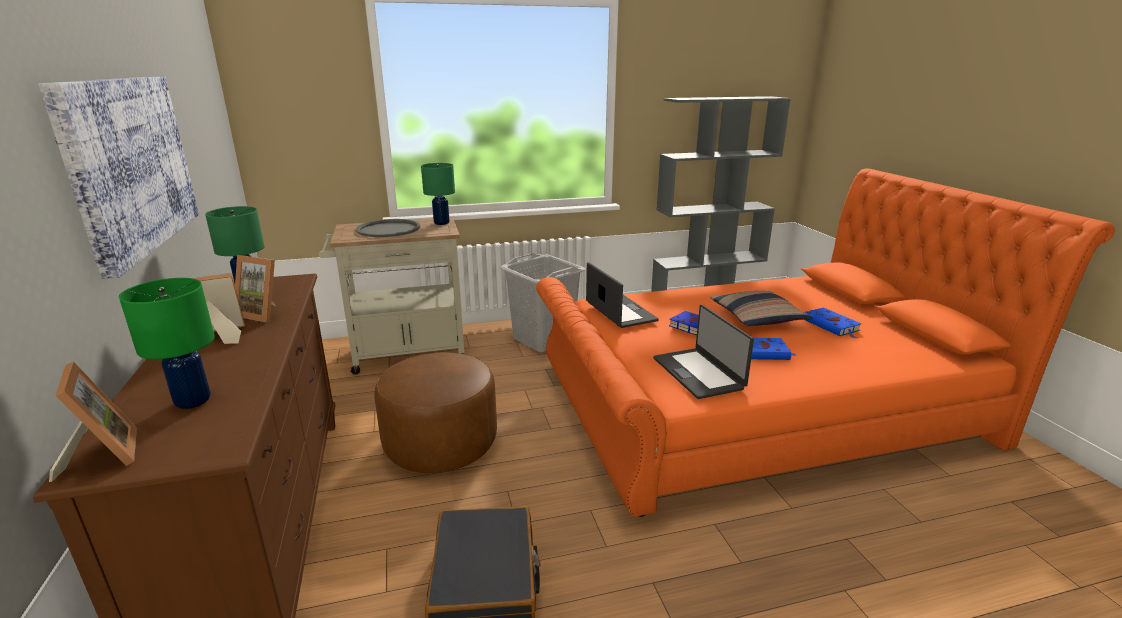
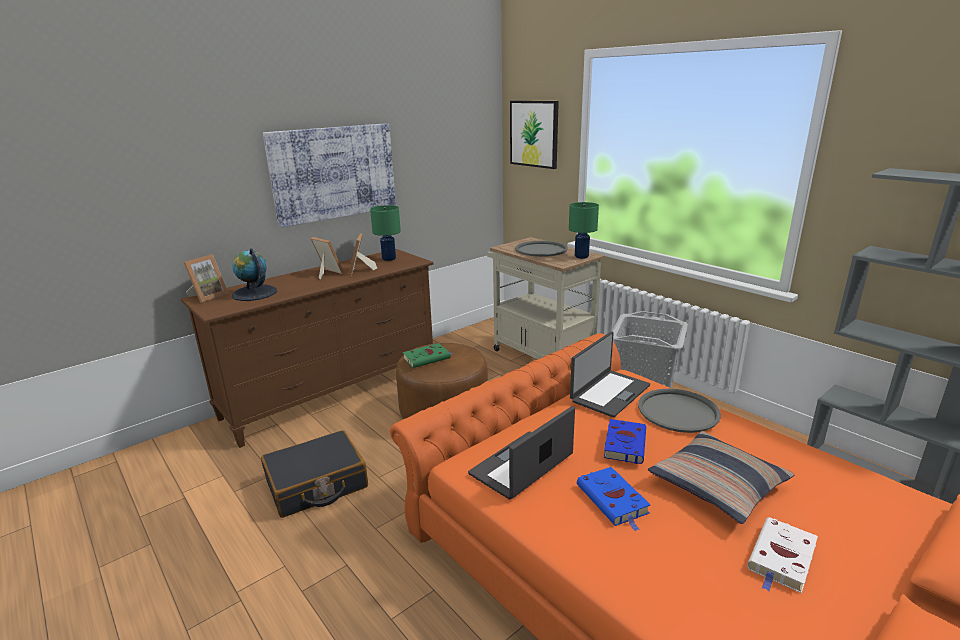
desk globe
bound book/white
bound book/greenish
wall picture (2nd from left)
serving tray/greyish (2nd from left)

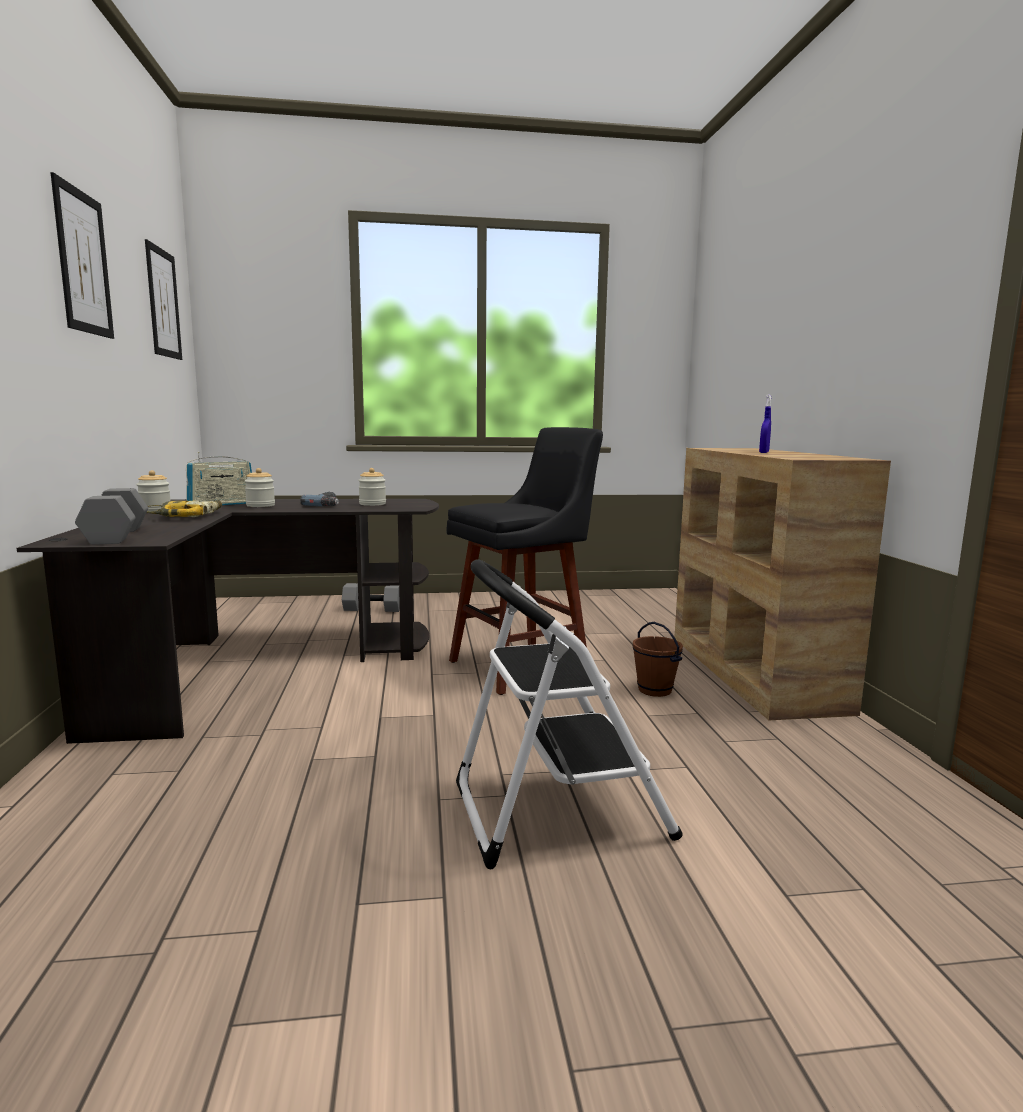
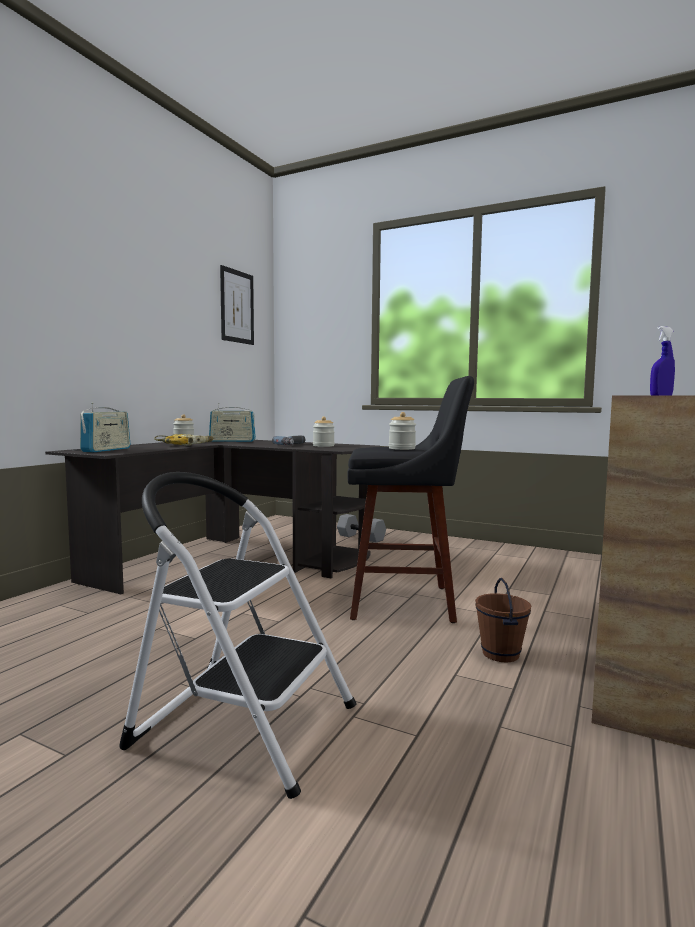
wall picture (1st from left in the first image)
radio receiver (1st from left)
jar (3rd from left)

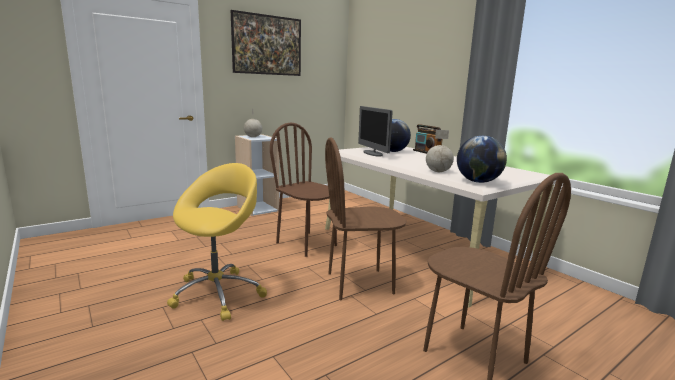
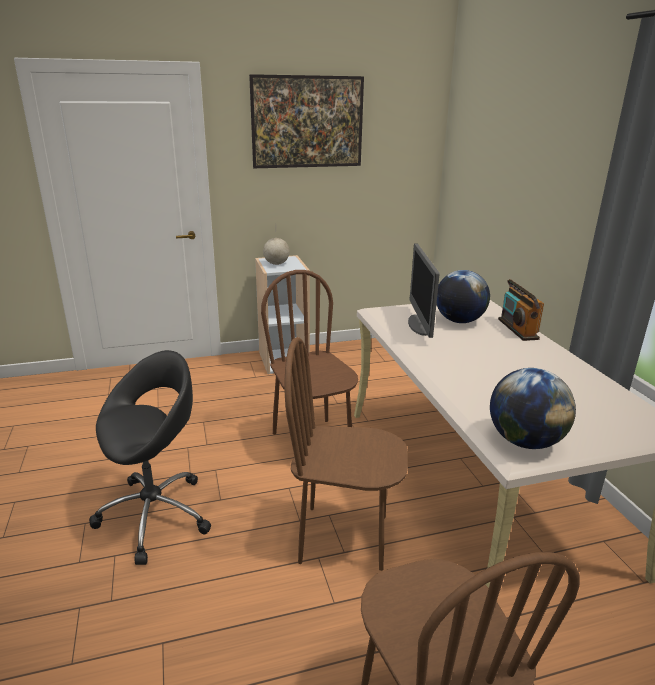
office chair/blackish
desk globe (3rd from left in the first image)

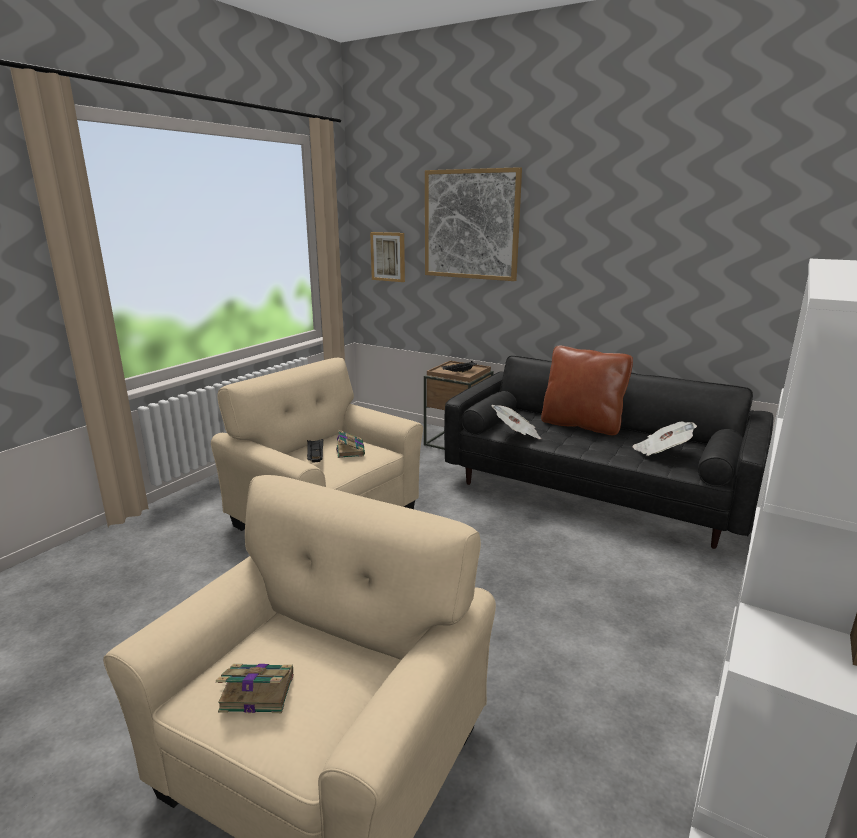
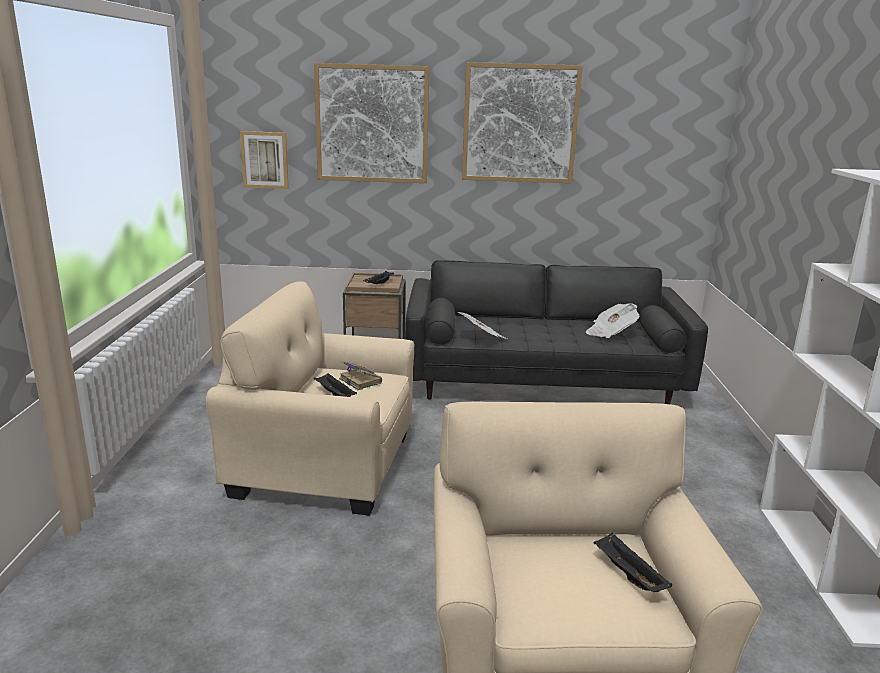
bound book (1st from left in the first image)
cushion/brown-coloured
wall picture (3rd from left)
serving tray/blackish (3rd from left)

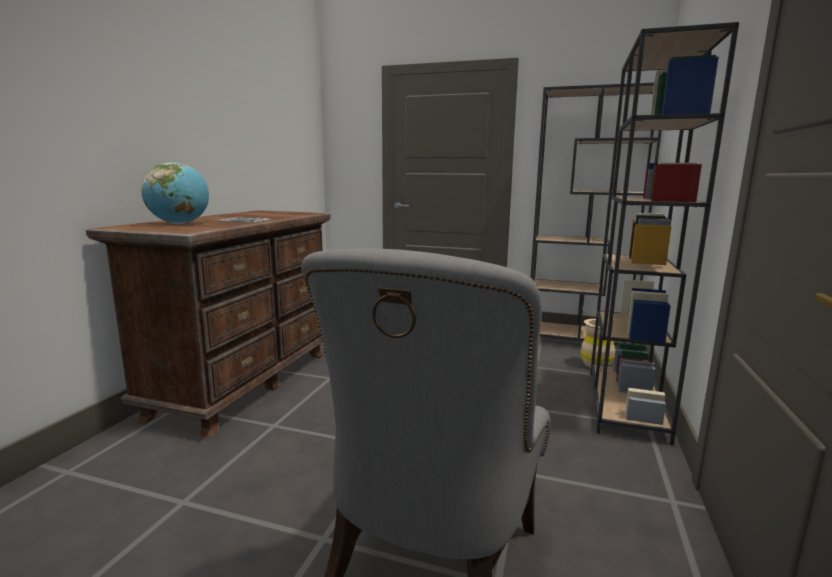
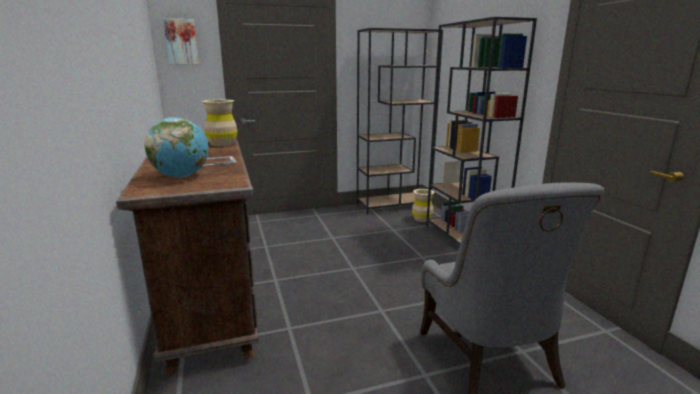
wall picture
vase/beige-coloured (1st from left)

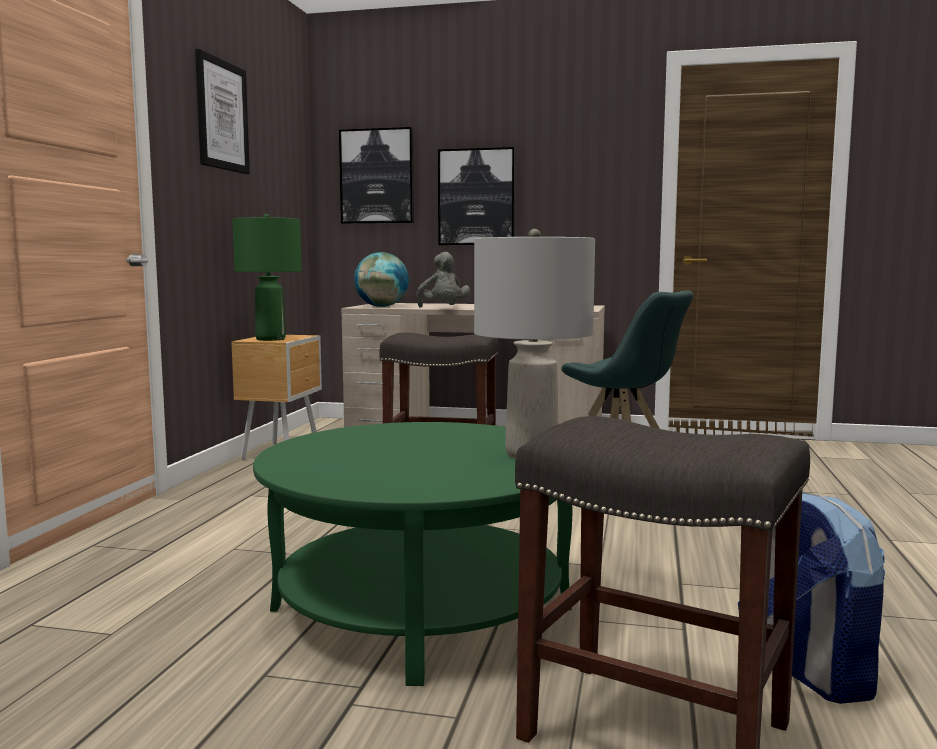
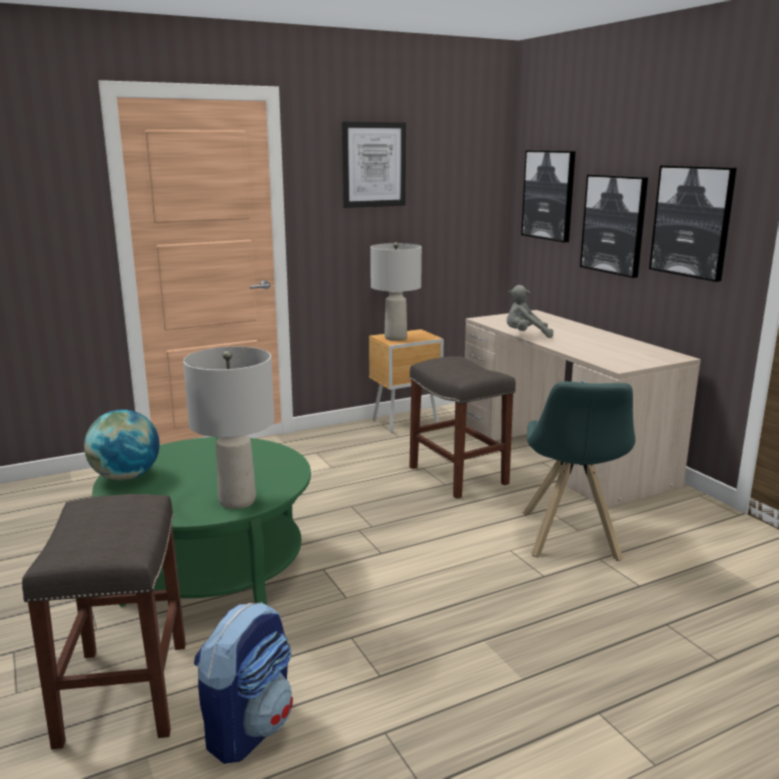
table lamp/greyish (2nd from left)
desk globe
soft toy/greyish
wall picture (4th from left)

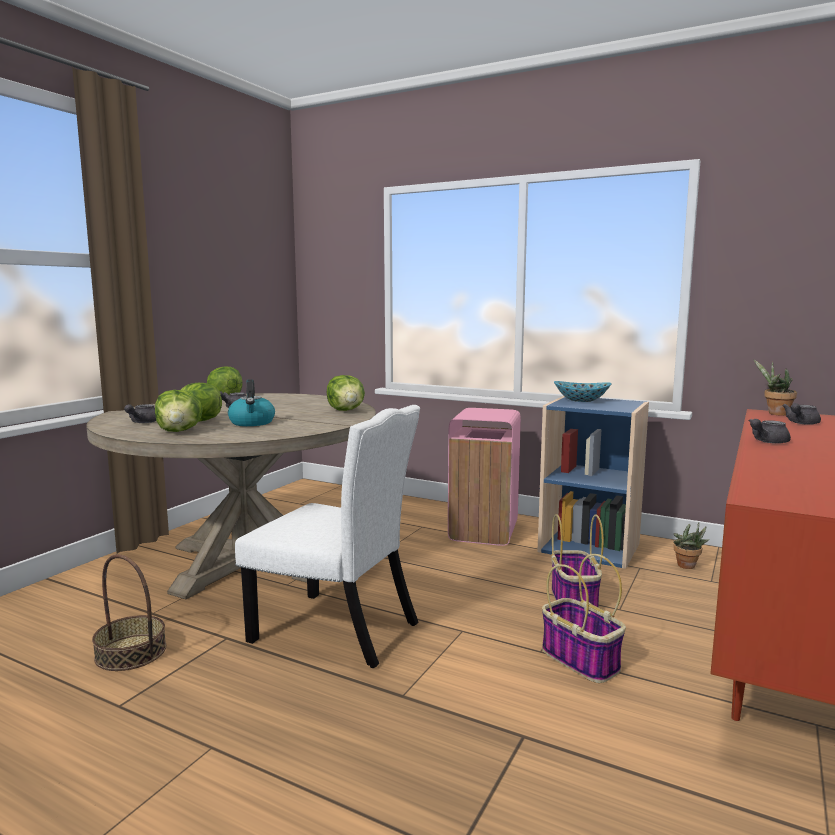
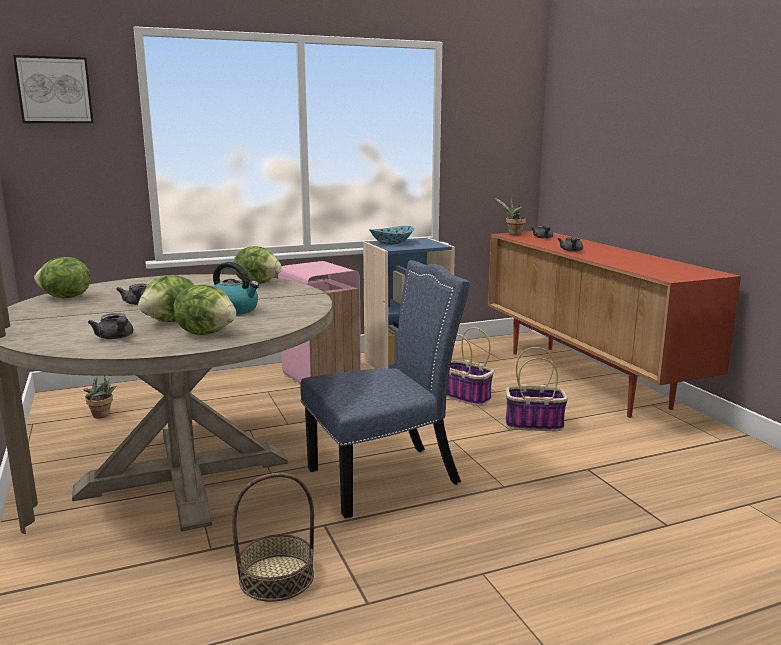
chair/blue-coloured
plant in a pot (1st from left)
wall picture

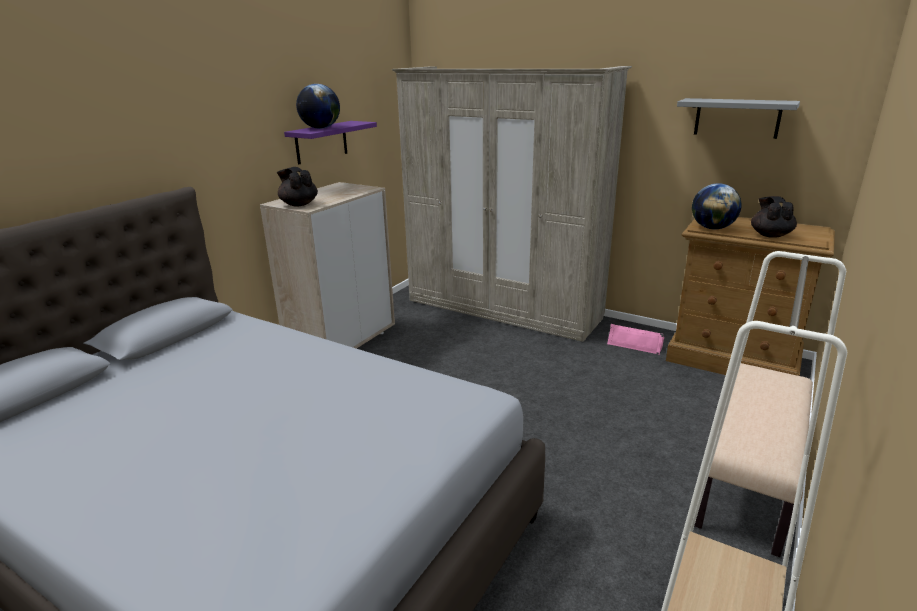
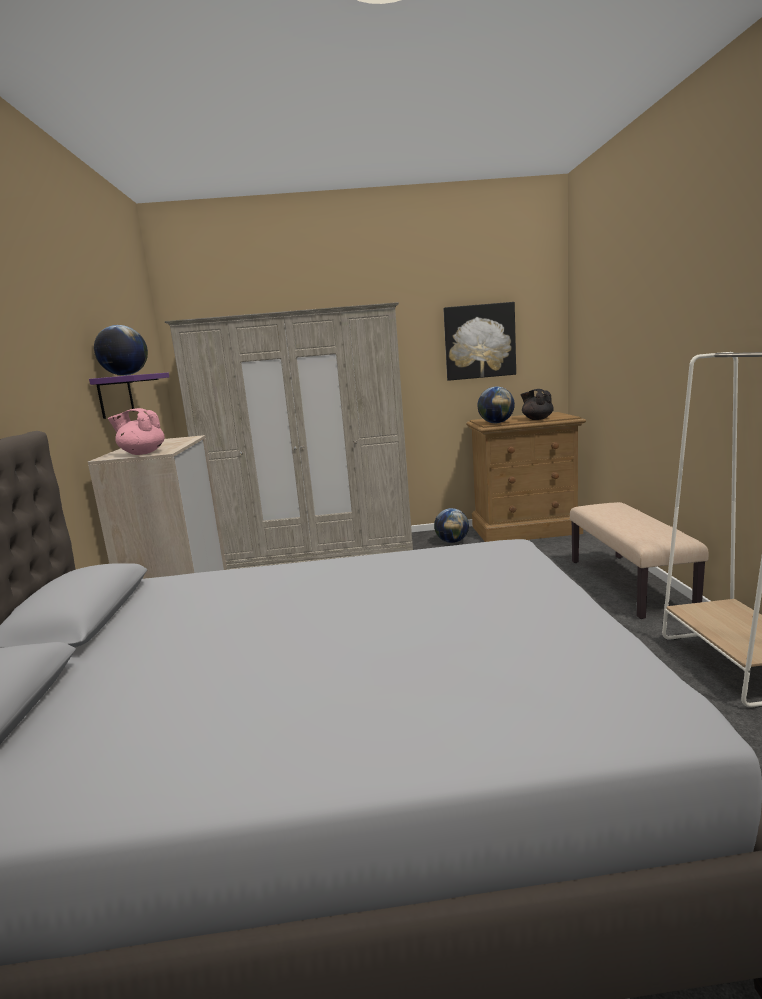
tea pot/pinkish
desk globe (2nd from left)
wall picture

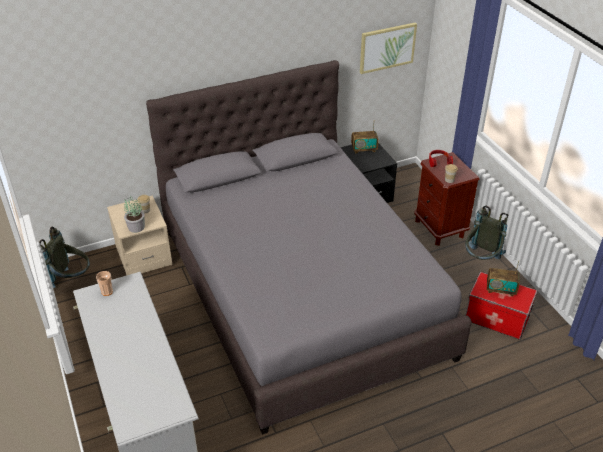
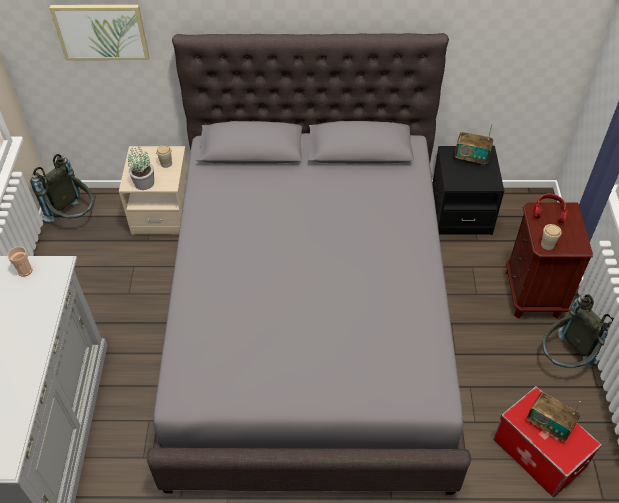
wall picture

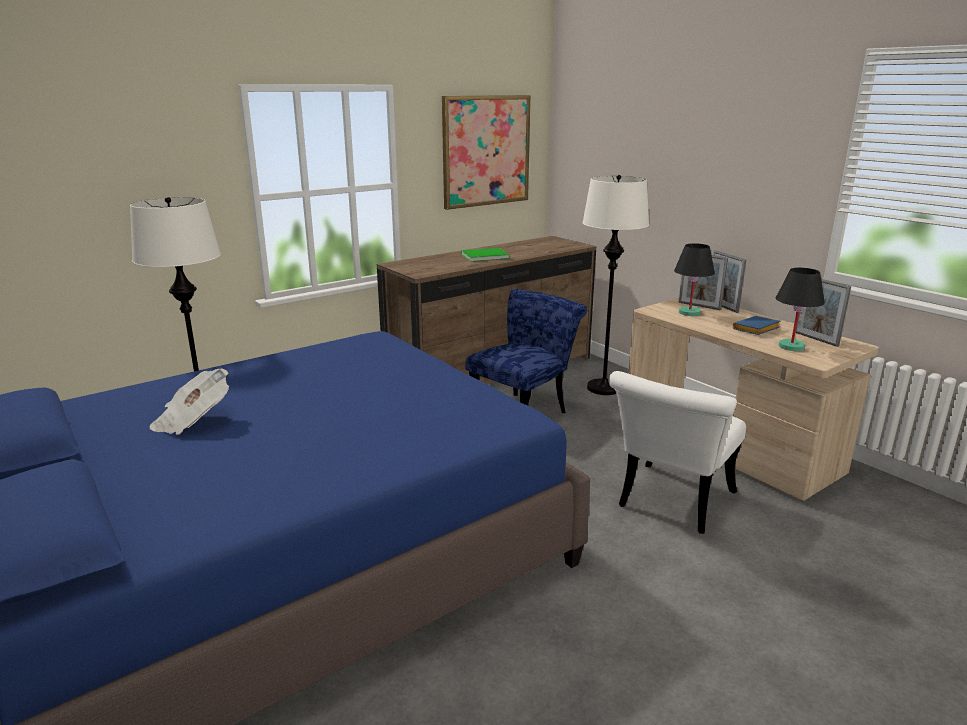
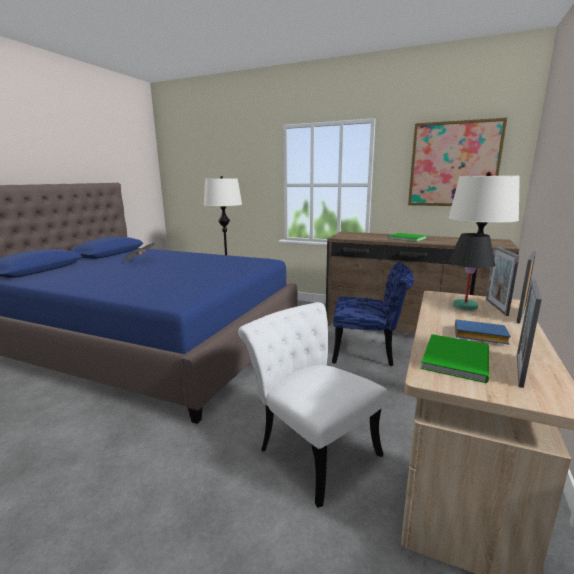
chair/white
bound book/greenish (2nd from left)

